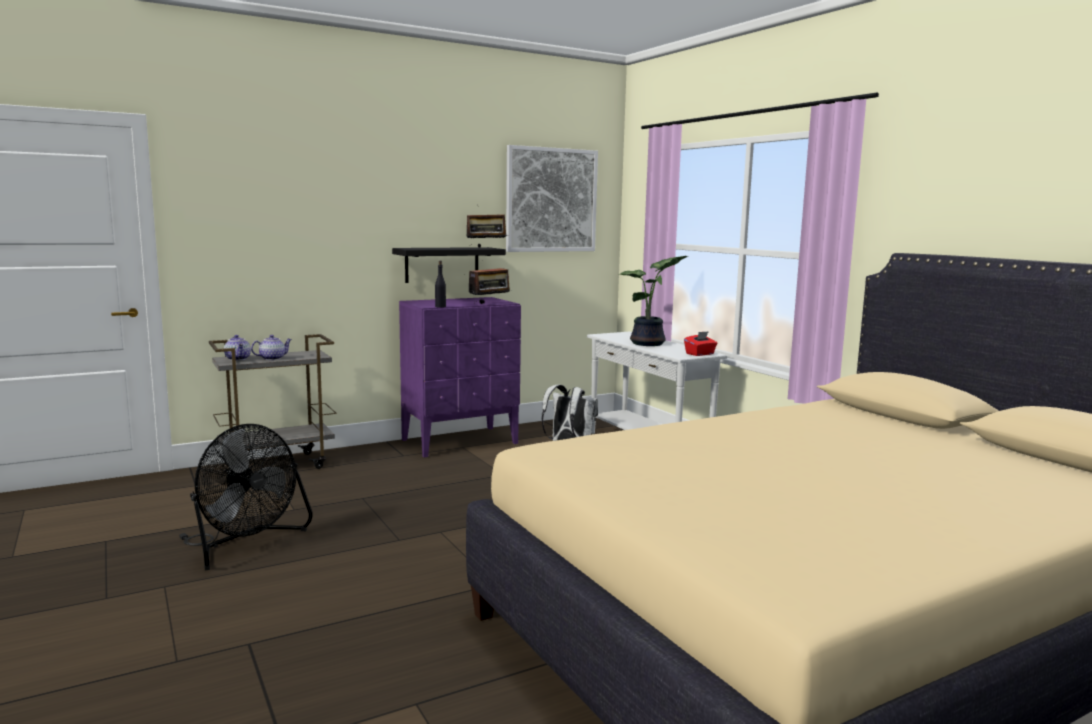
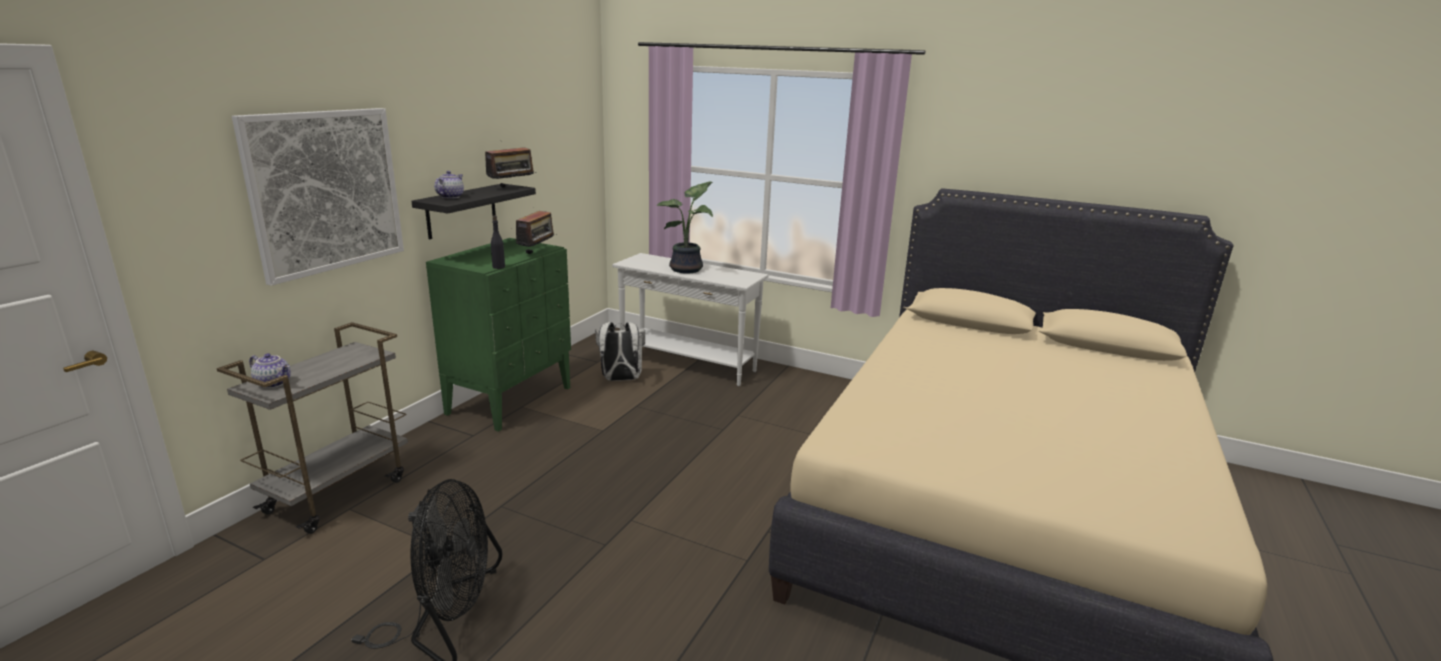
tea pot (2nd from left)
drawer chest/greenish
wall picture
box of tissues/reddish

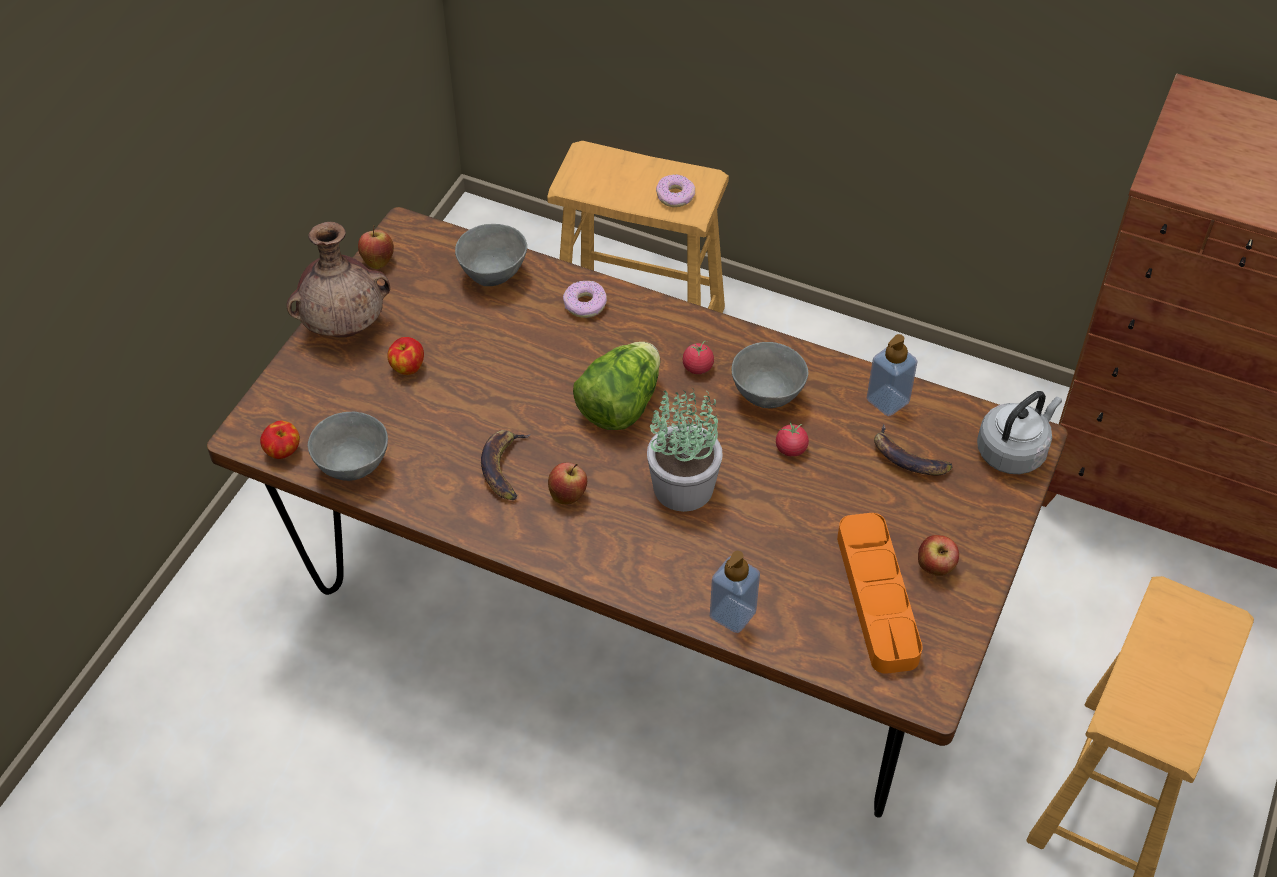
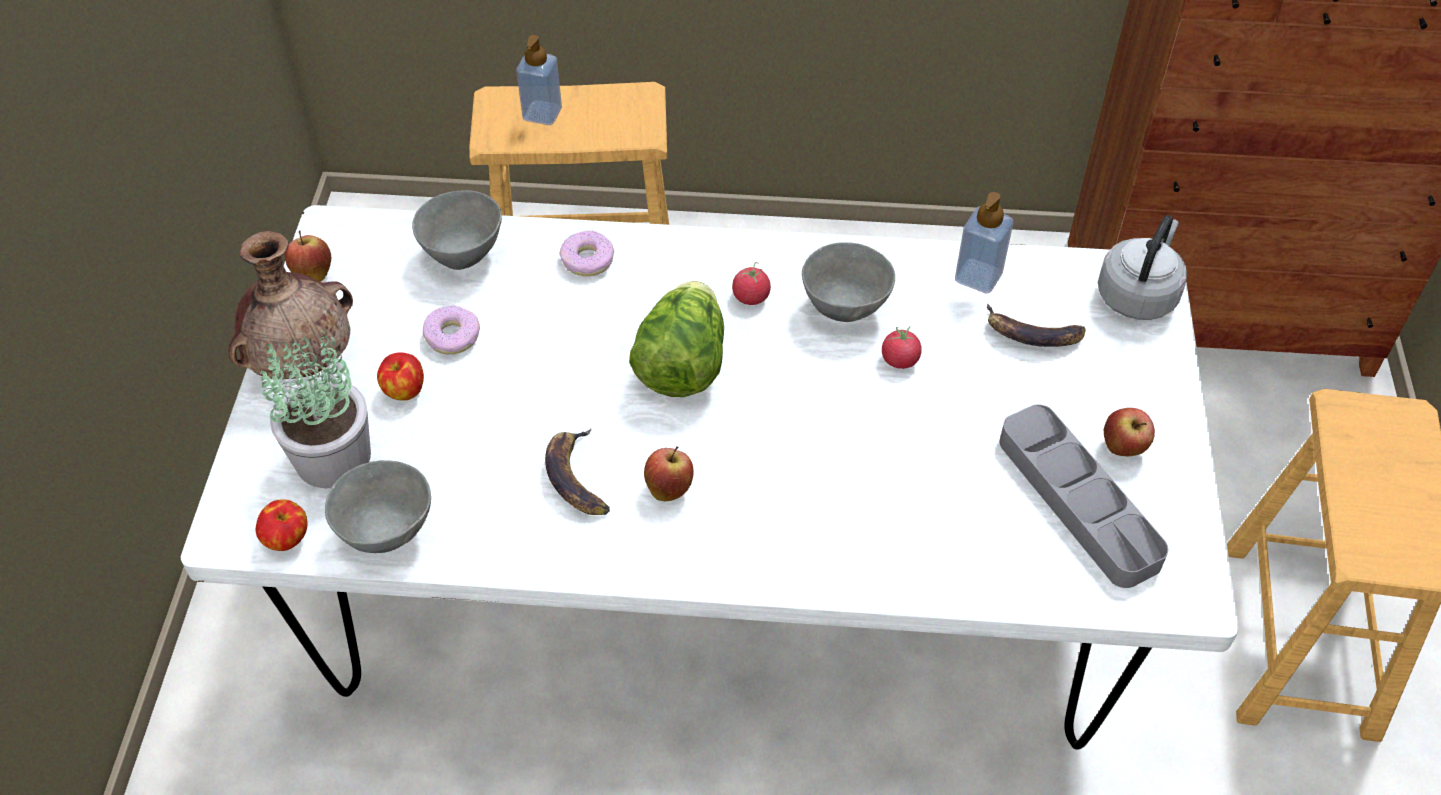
dining table/white
plant in a pot
ring doughnut (1st from left)
soap dispenser (1st from left)
serving tray/greyish

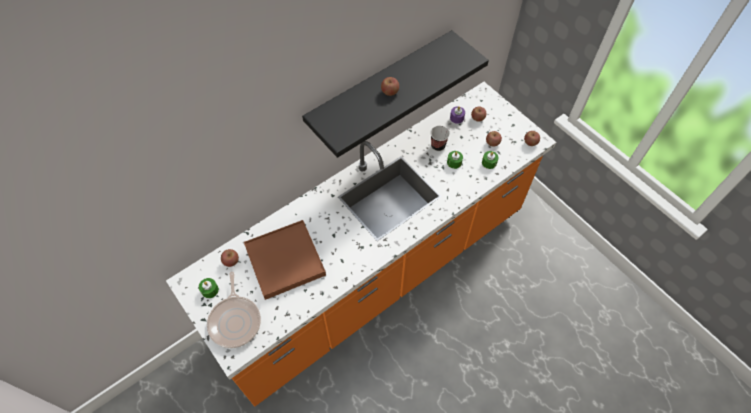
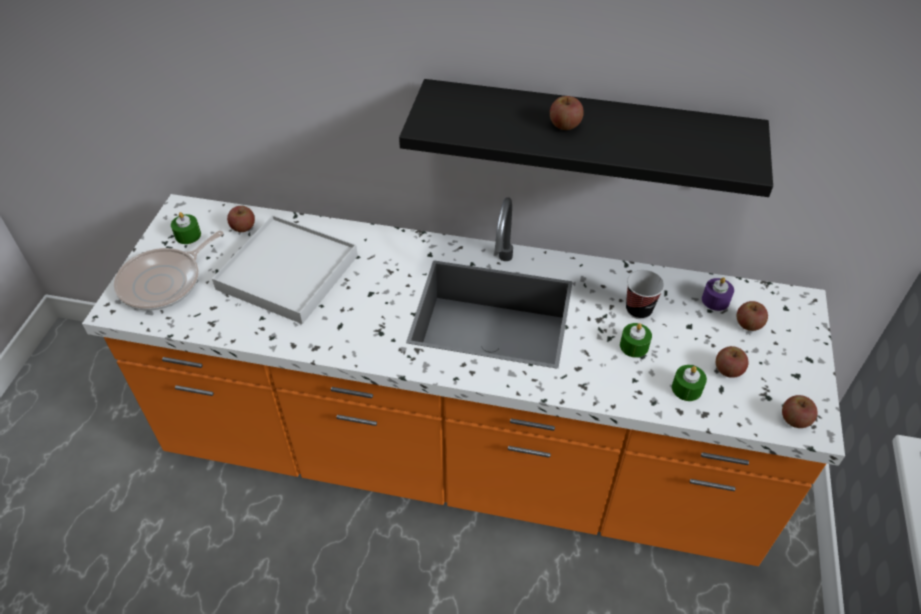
serving tray/white

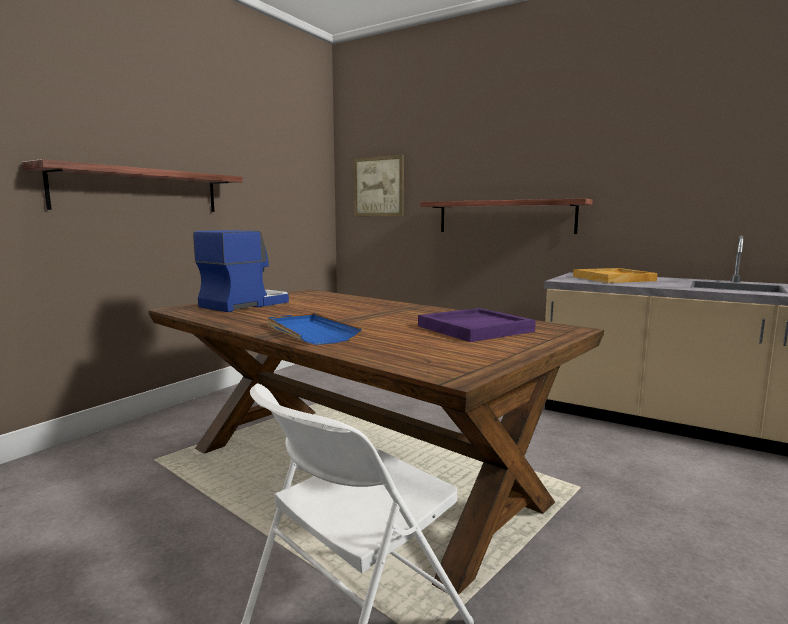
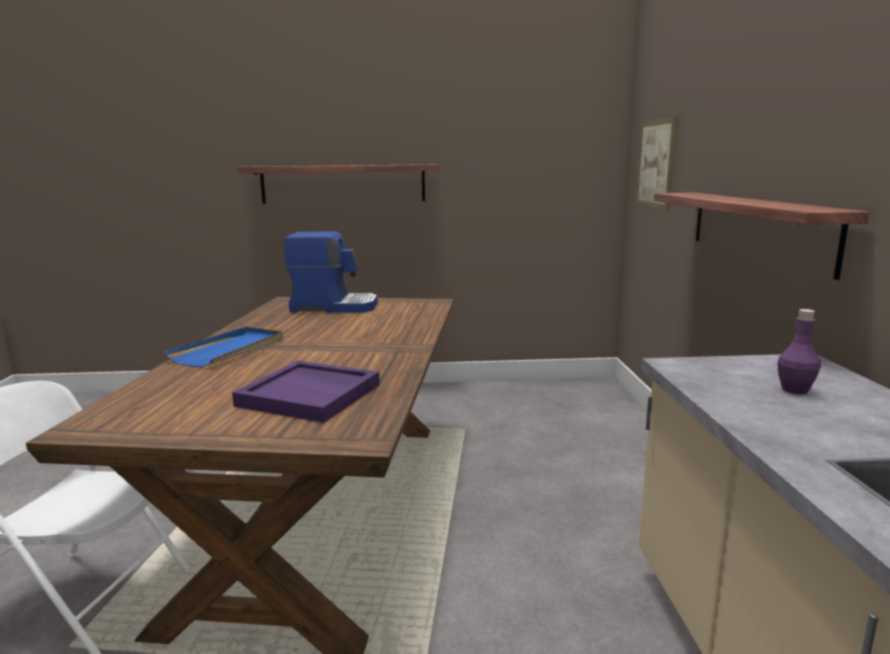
bottle/purplish

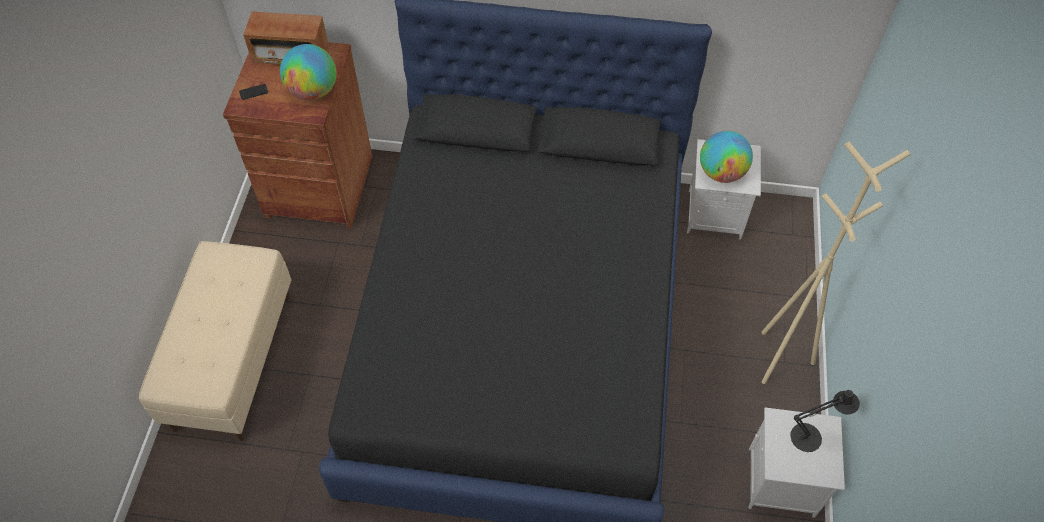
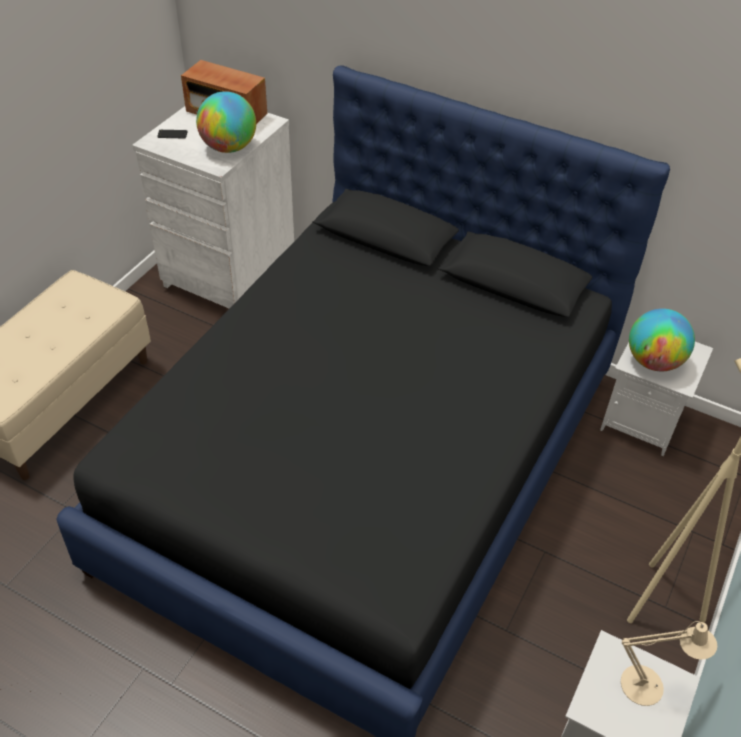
drawer chest/white
table lamp/beige-coloured

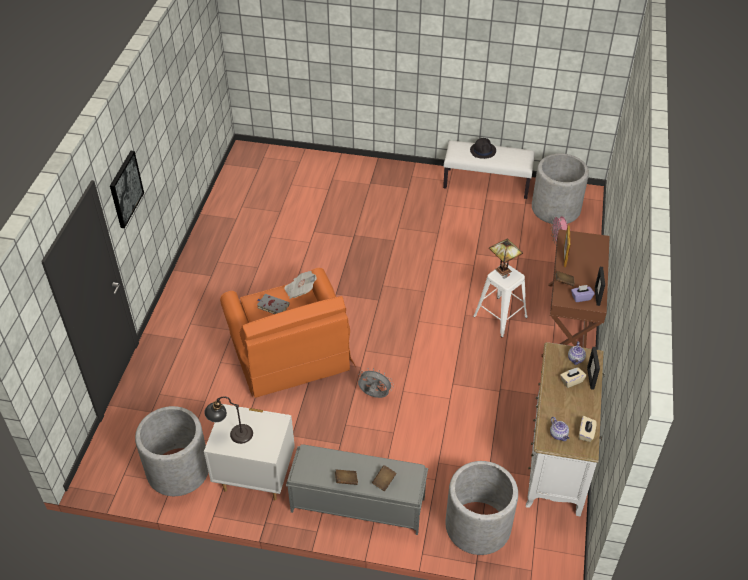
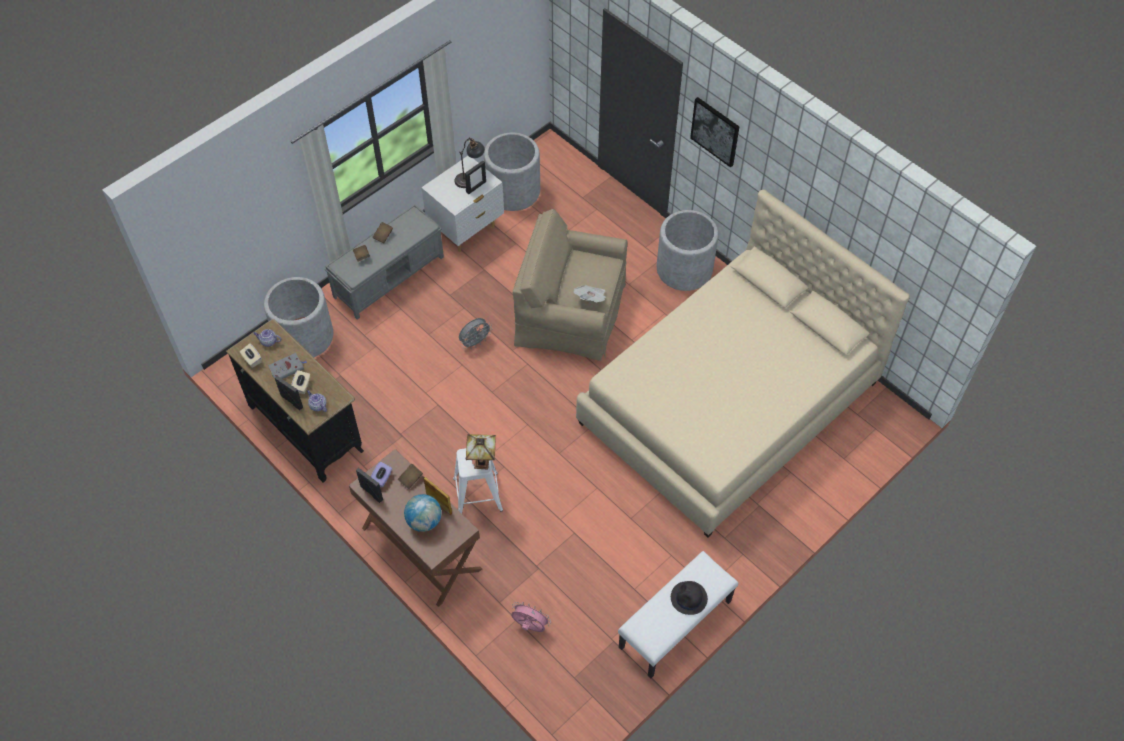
lounge chair/beige-coloured
bound book/greyish
drawer chest/blackish
plant pot/greyish (3rd from left)
desk globe
photo frame (4th from left)
bedroom bed/beige-coloured

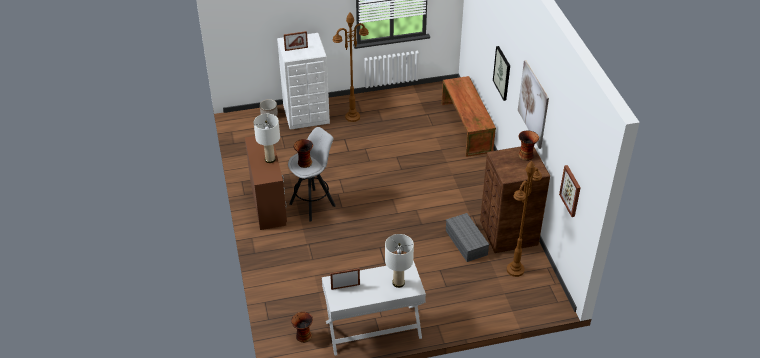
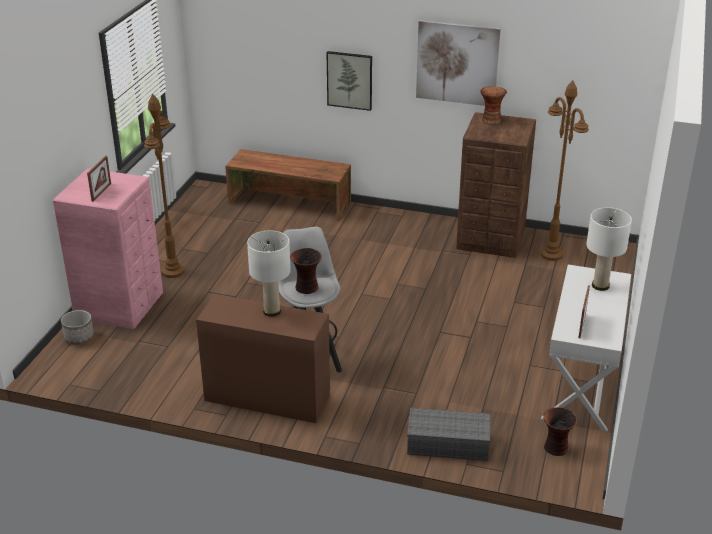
drawer chest/pinkish
storage bin/greyish
wall picture (3rd from left in the first image)

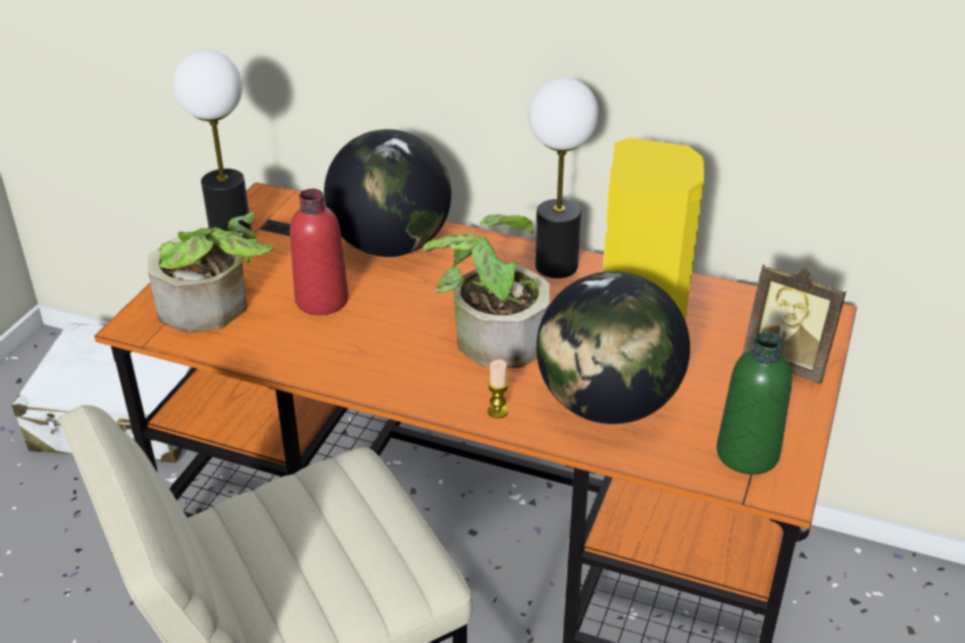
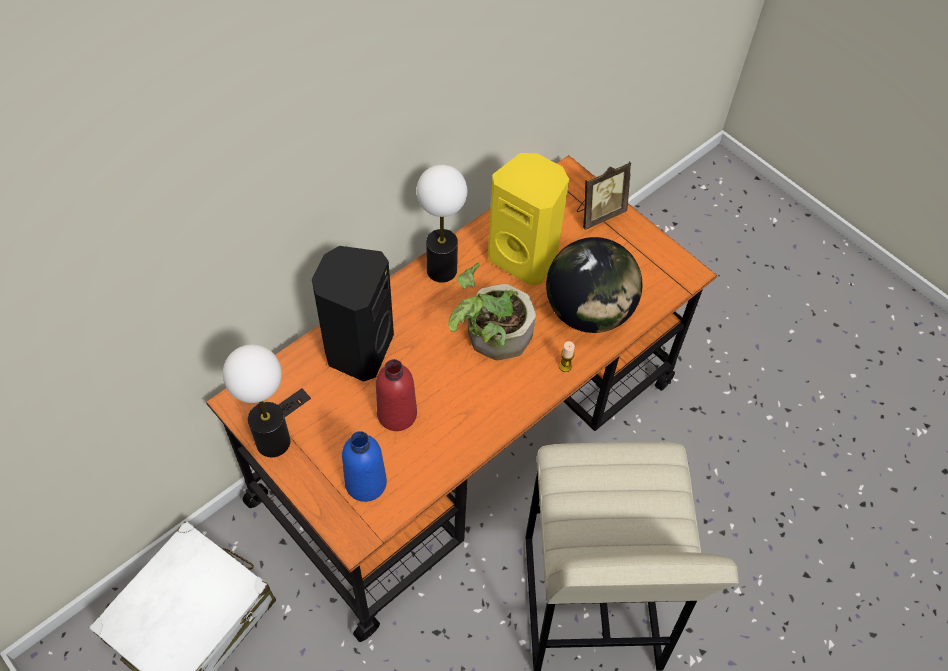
bottle/blue-coloured
audio speaker/blackish
bottle/greenish

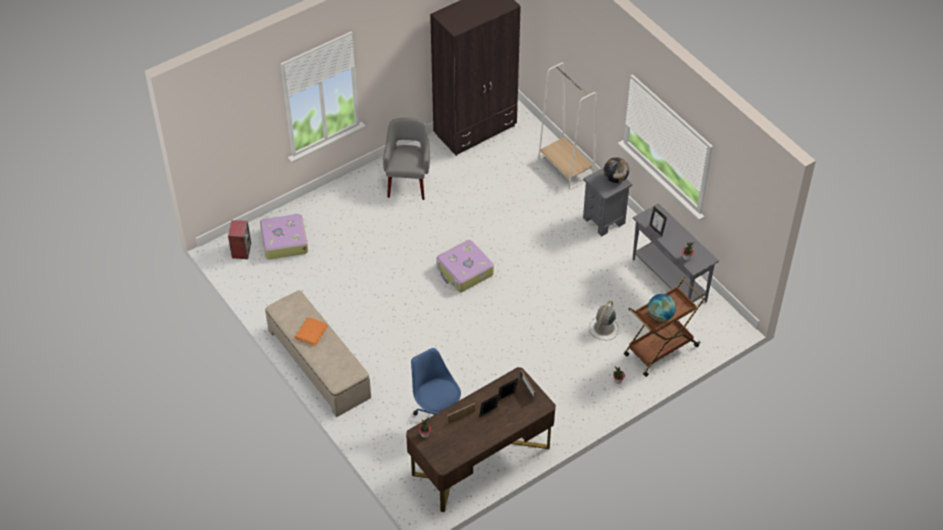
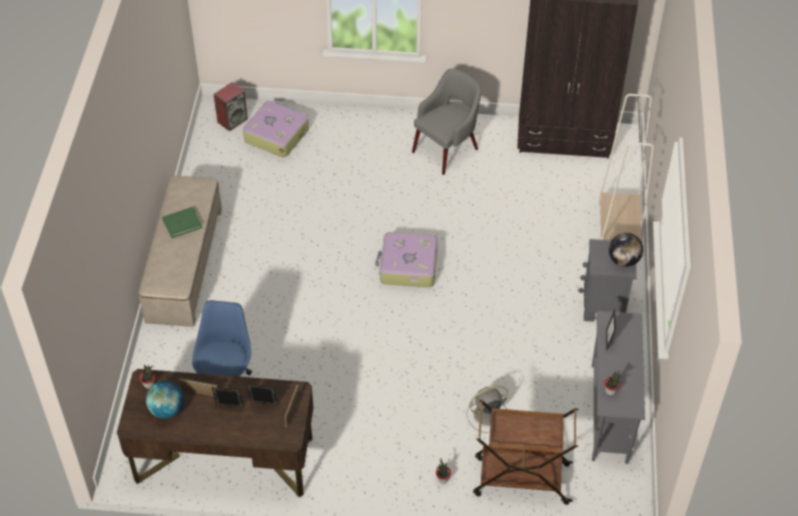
bound book/greenish
desk globe (1st from left)

